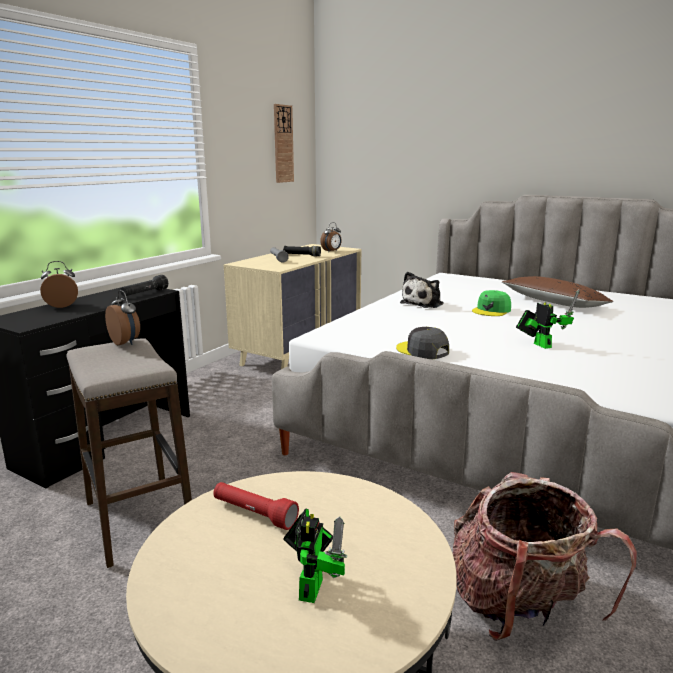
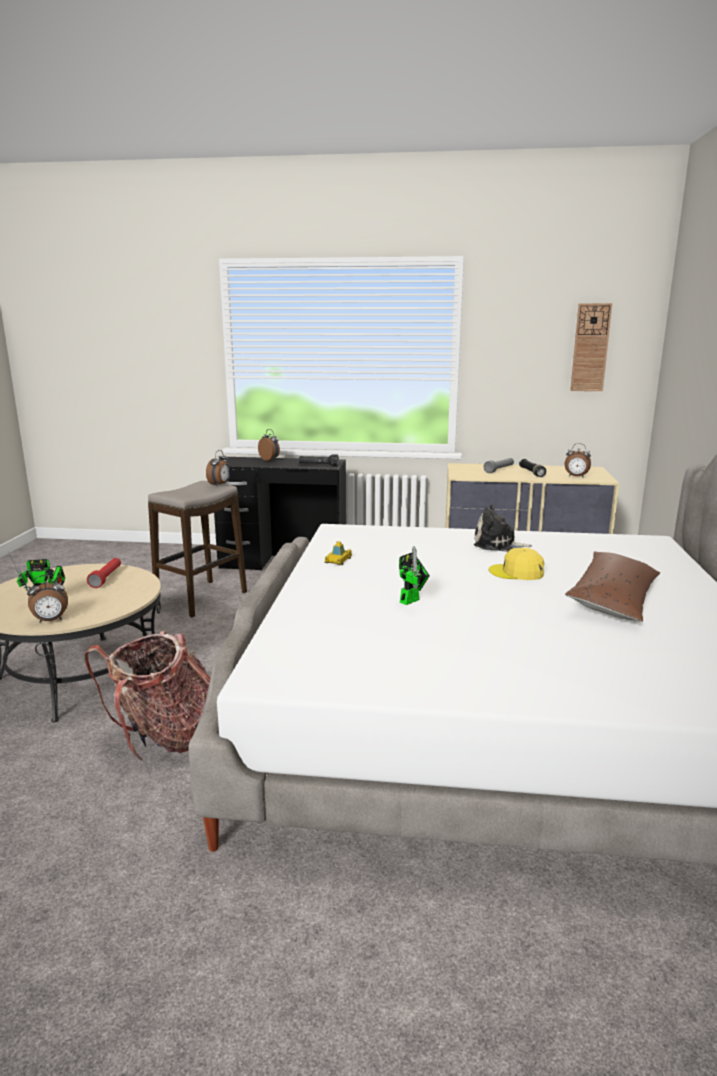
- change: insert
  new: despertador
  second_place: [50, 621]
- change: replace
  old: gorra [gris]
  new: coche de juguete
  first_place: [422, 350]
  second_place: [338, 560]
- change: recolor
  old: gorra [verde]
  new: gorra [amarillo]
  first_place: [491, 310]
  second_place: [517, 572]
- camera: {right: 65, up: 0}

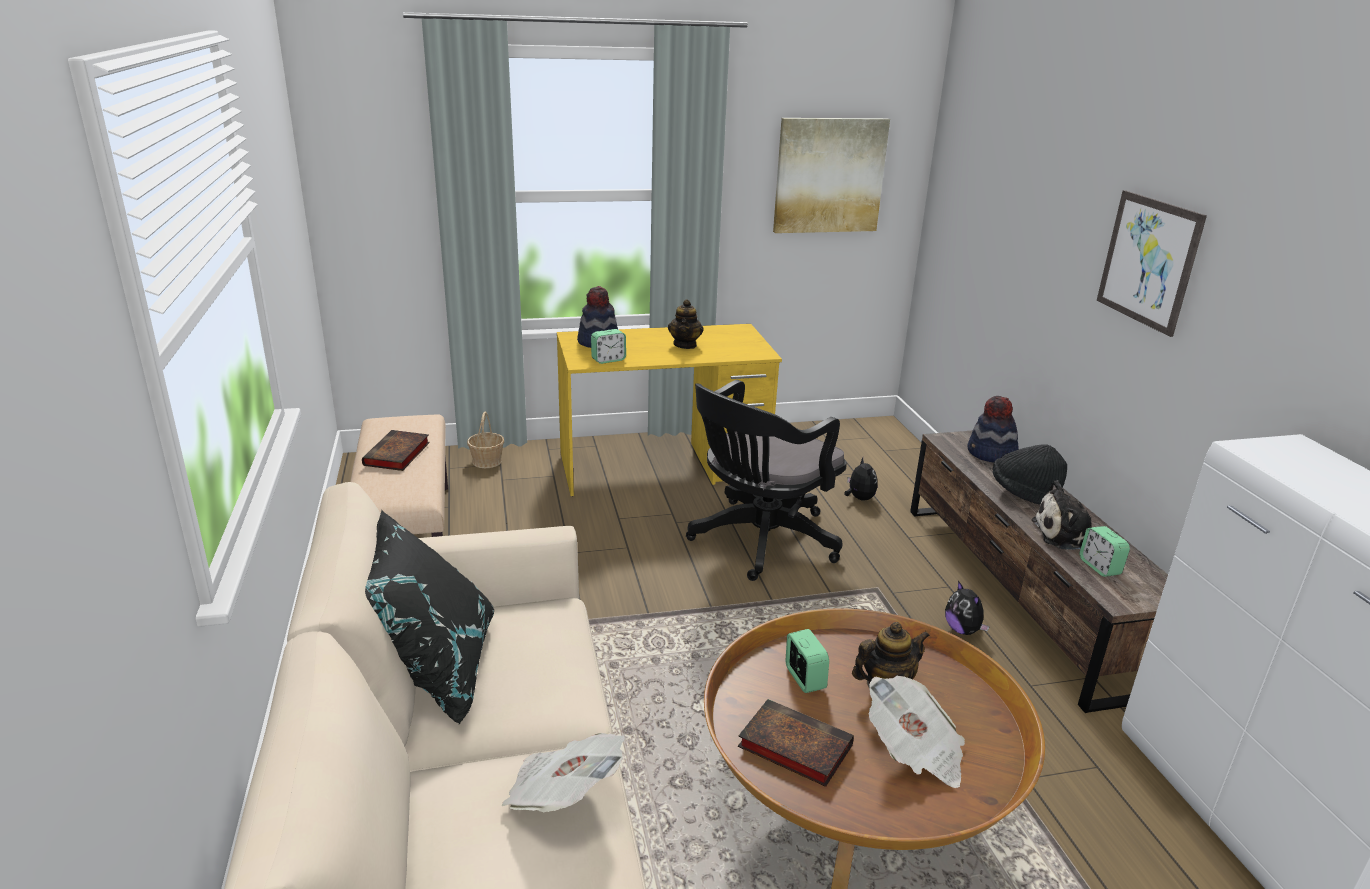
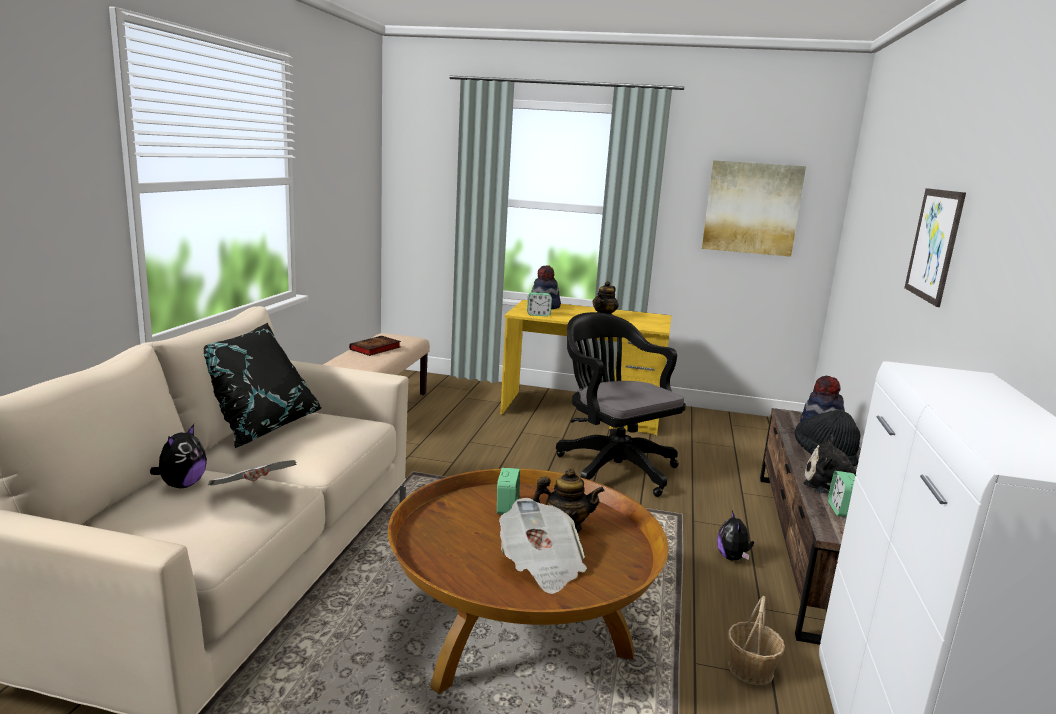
- change: move
  old: peluche
  first_place: [859, 498]
  second_place: [182, 485]
- change: rotate
  old: silla de oficina [negro]
  first_place: [758, 542]
  second_place: [612, 467]
  degrees: 75
- change: move
  old: cesta
  first_place: [487, 461]
  second_place: [751, 669]
- change: delete
  old: libro
  first_place: [792, 746]
- camera: {right: 25, up: -10}

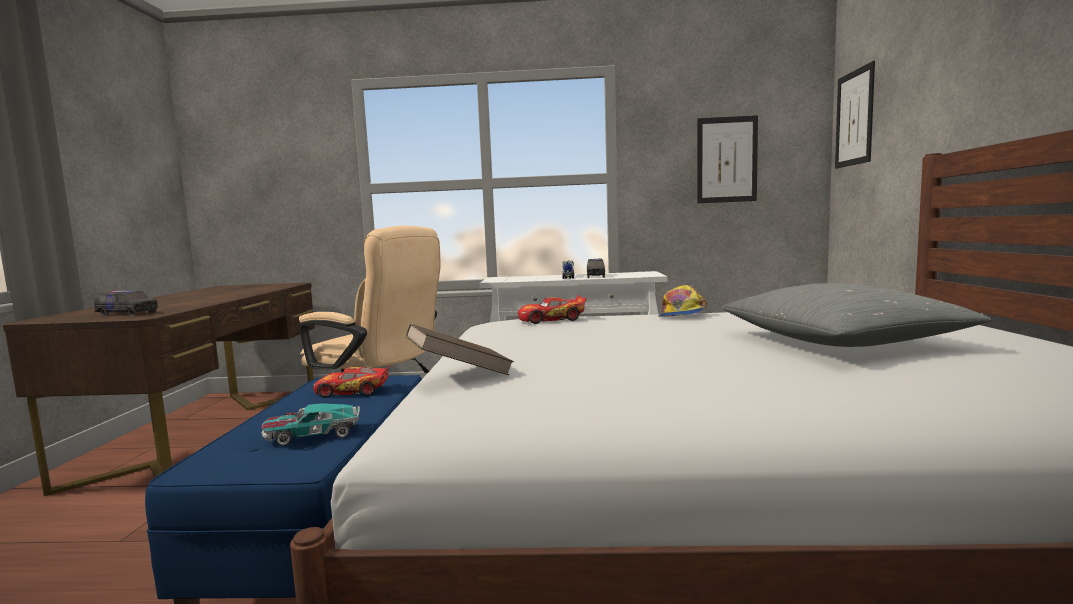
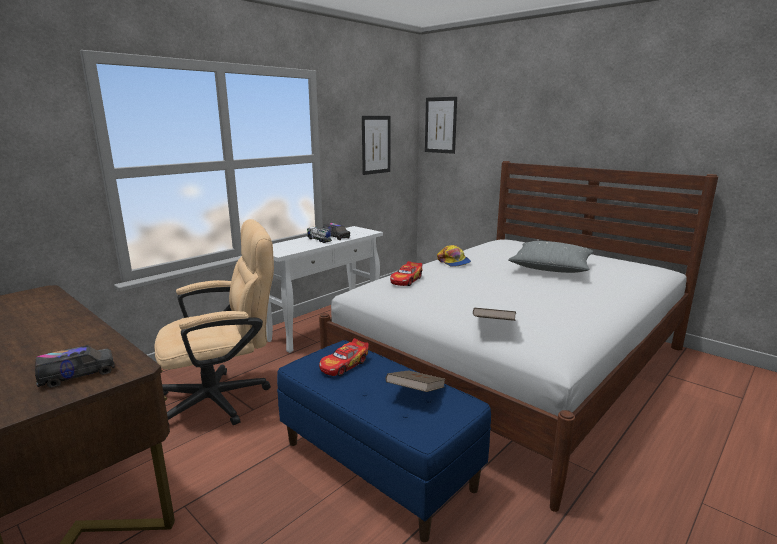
- change: replace
  old: coche de juguete
  new: libro [marrón]
  first_place: [313, 435]
  second_place: [416, 393]
- camera: {right: -50, up: 10}

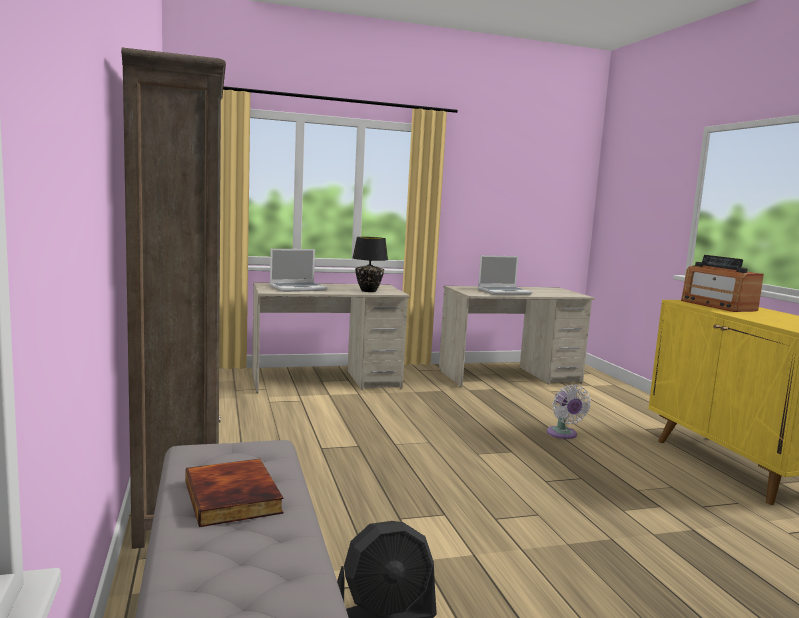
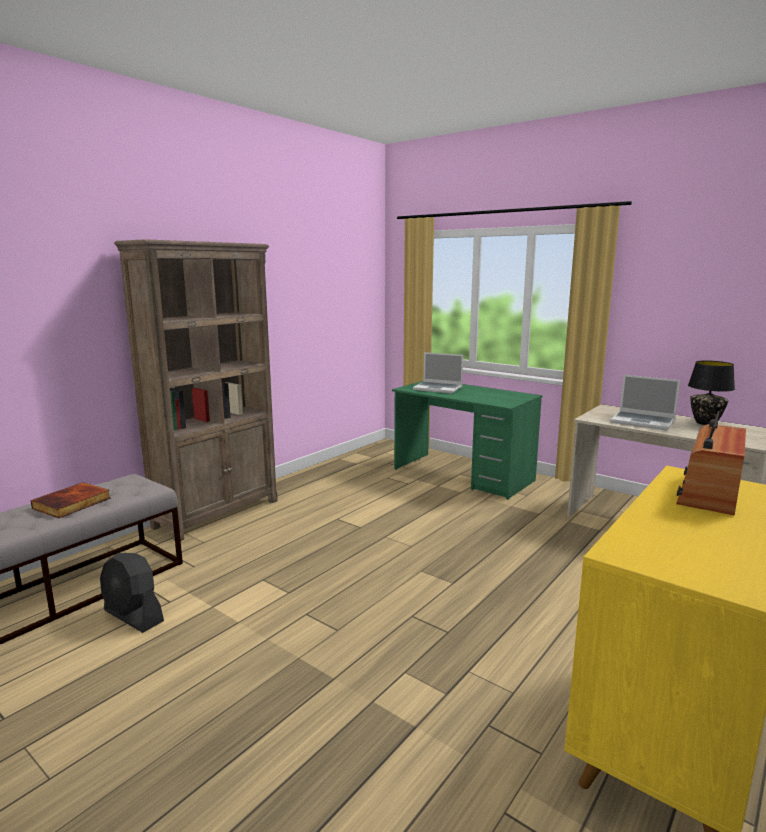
- change: recolor
  old: escritorio [beis]
  new: escritorio [verde]
  first_place: [326, 381]
  second_place: [463, 475]
- change: move
  old: lámpara de mesa [negro]
  first_place: [369, 291]
  second_place: [705, 423]
- change: delete
  old: ventilador [blanco]
  first_place: [563, 434]
- camera: {right: 55, up: 5}

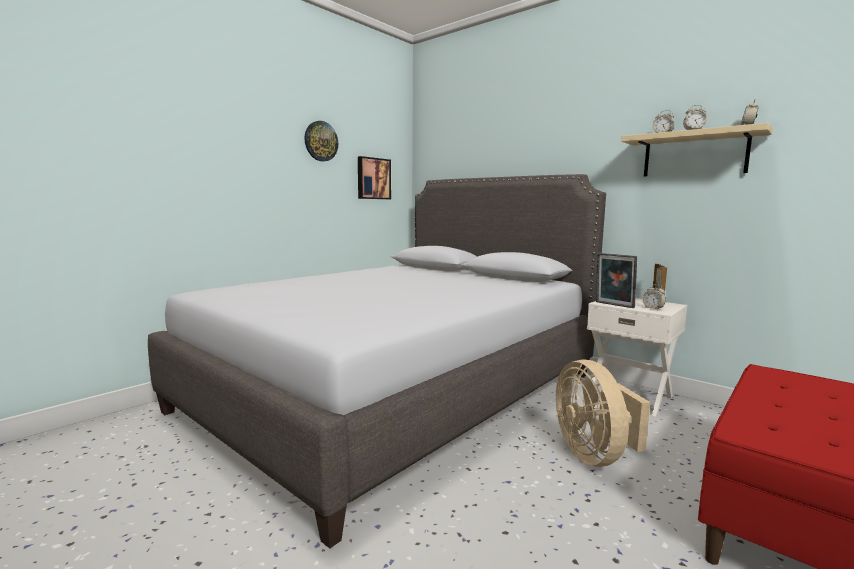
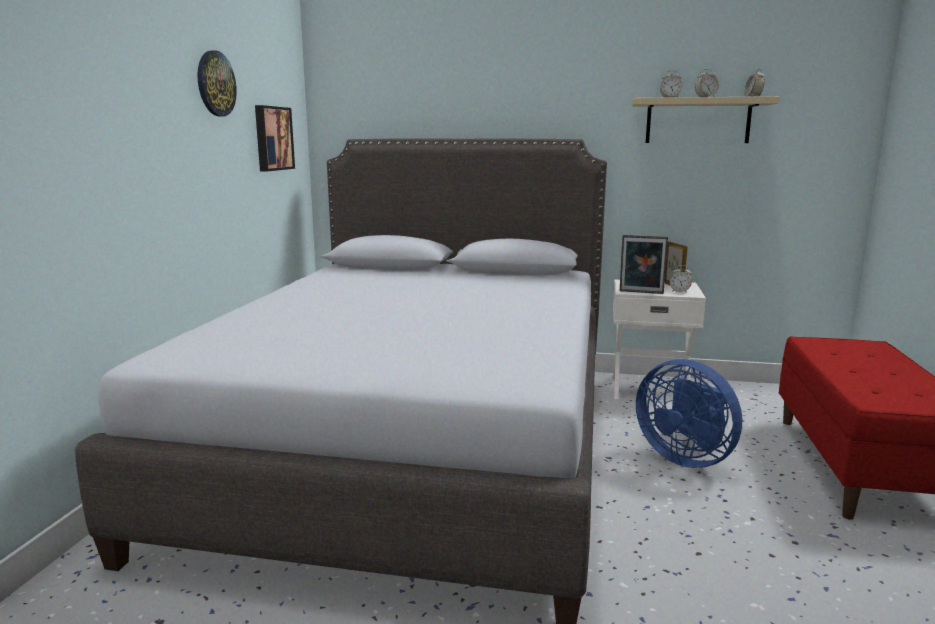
- change: recolor
  old: ventilador [beis]
  new: ventilador [azul]
  first_place: [594, 455]
  second_place: [685, 457]
- camera: {right: -30, up: 5}

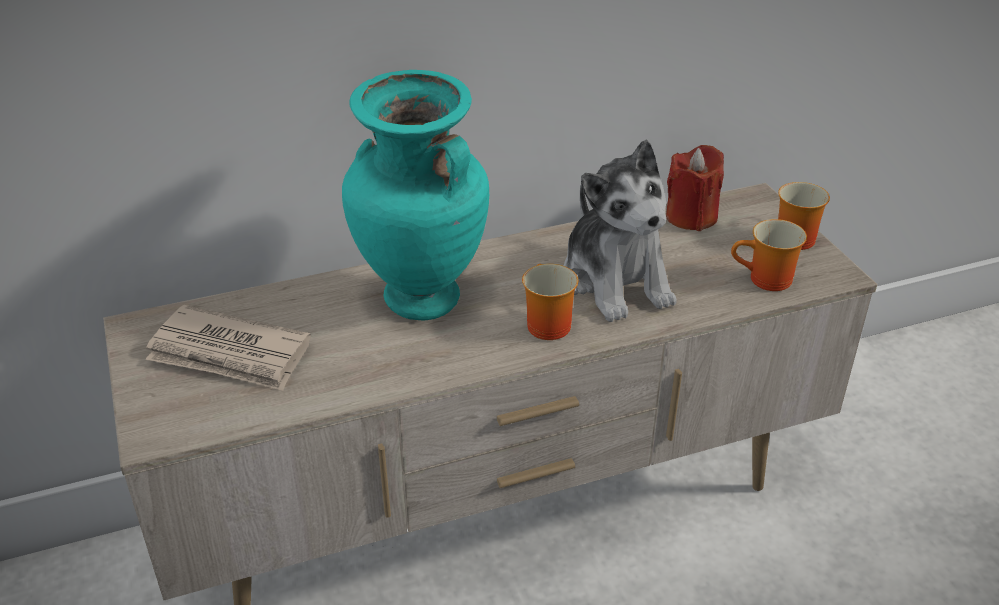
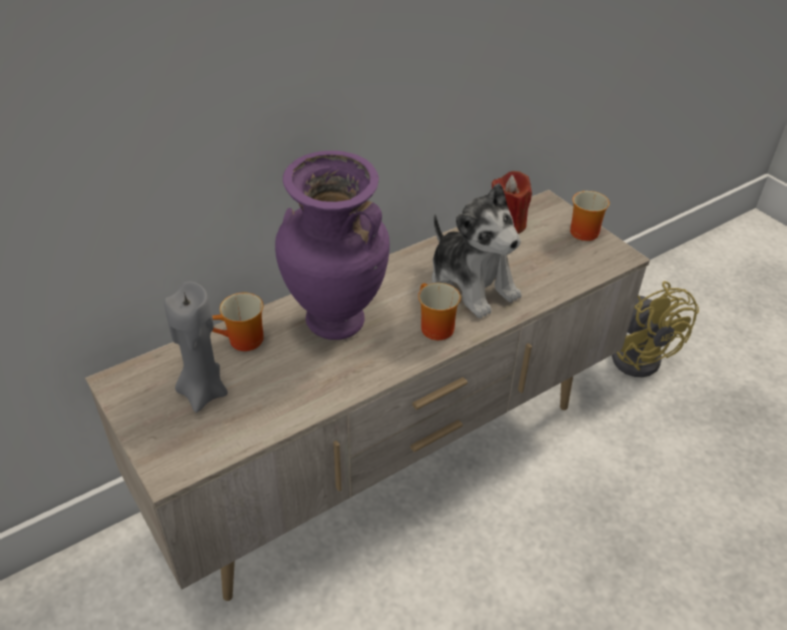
- change: replace
  old: periódico
  new: vela [gris]
  first_place: [230, 354]
  second_place: [203, 392]
- change: move
  old: taza grande
  first_place: [766, 281]
  second_place: [242, 342]
- change: recolor
  old: florero [turquesa]
  new: florero [morado]
  first_place: [420, 301]
  second_place: [335, 323]
- change: insert
  new: ventilador [amarillo]
  second_place: [638, 354]
- camera: {right: -15, up: 5}

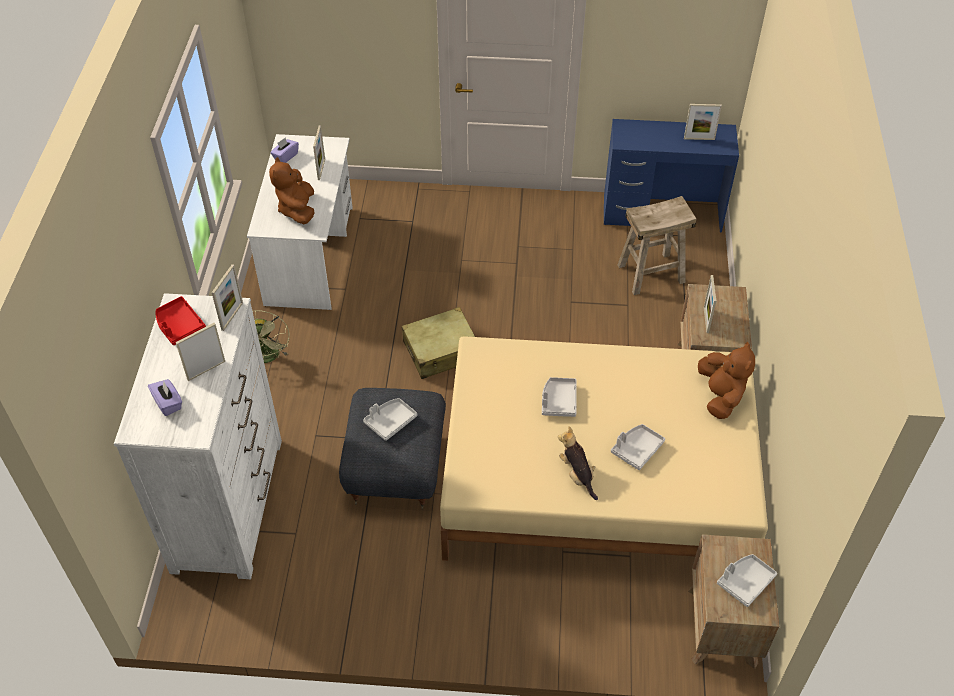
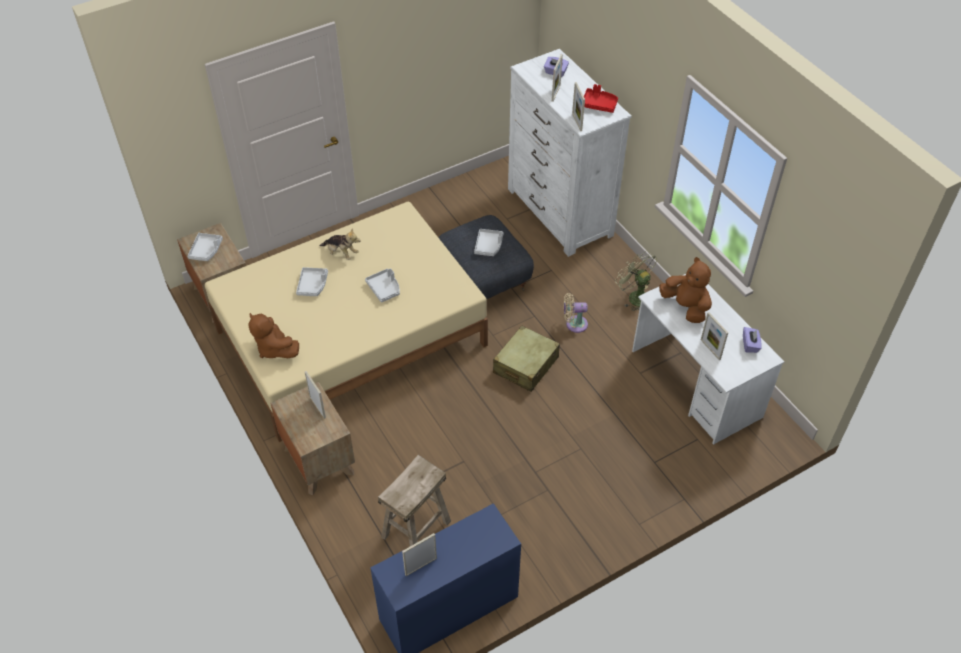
- change: insert
  new: ventilador [beis]
  second_place: [574, 324]
- camera: {right: 145, up: 0}

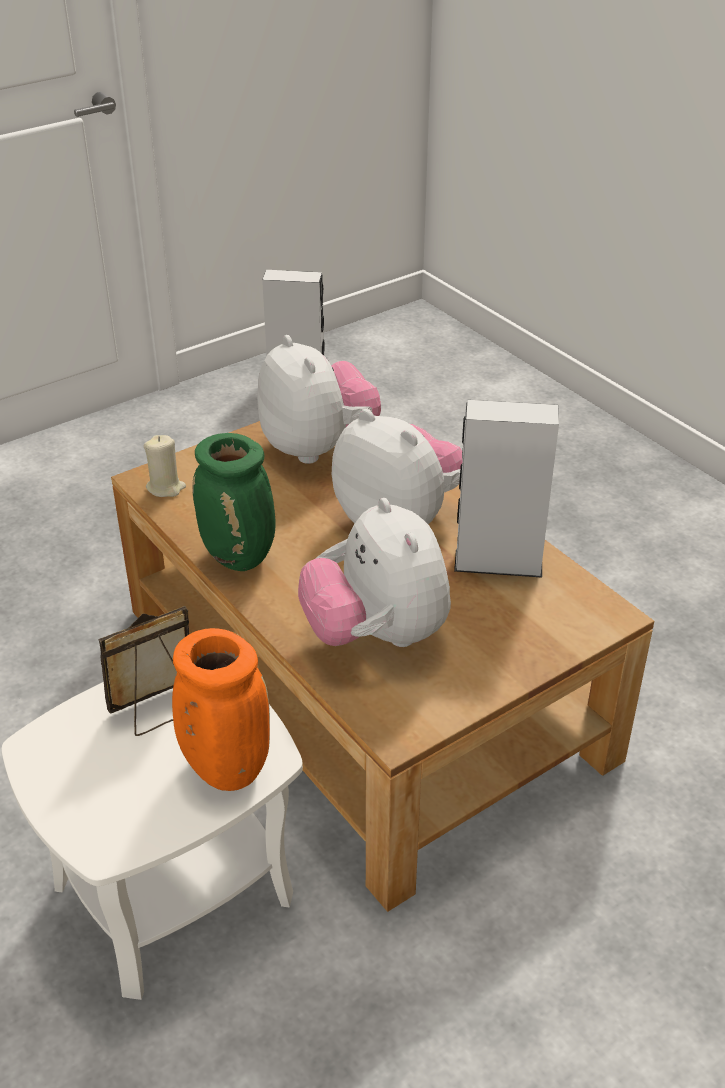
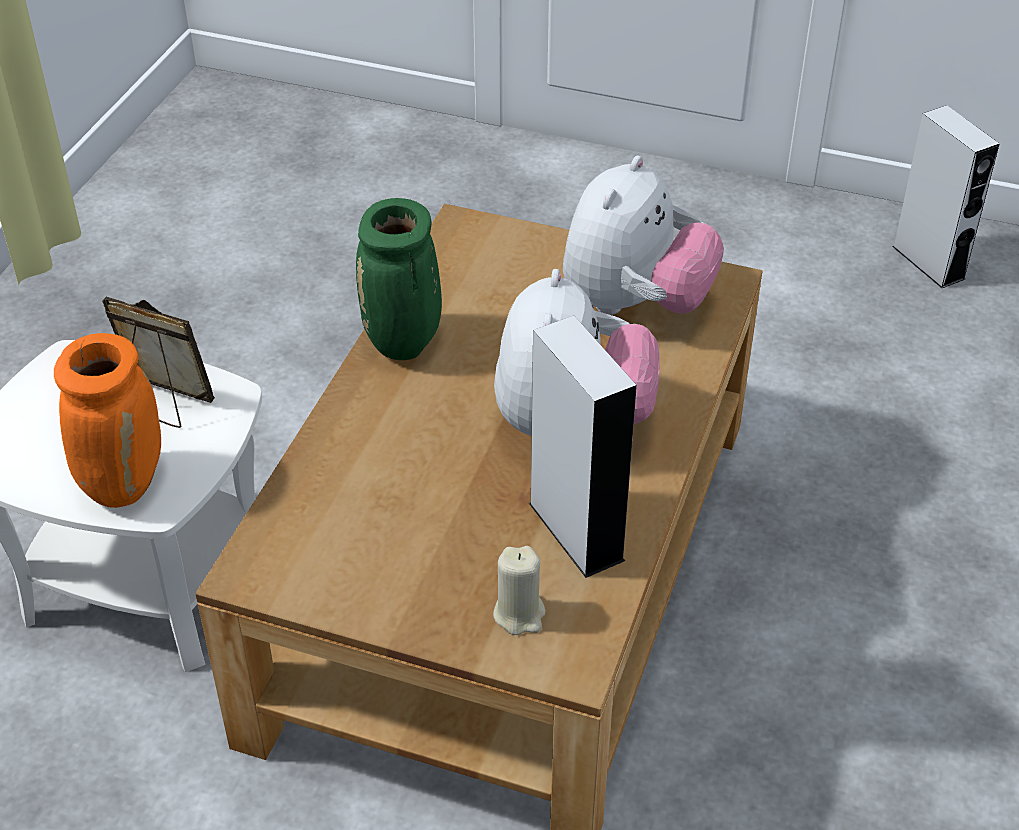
- change: move
  old: vela [beis]
  first_place: [166, 488]
  second_place: [519, 614]
- change: delete
  old: peluche
  first_place: [376, 635]
- camera: {right: 55, up: 5}

